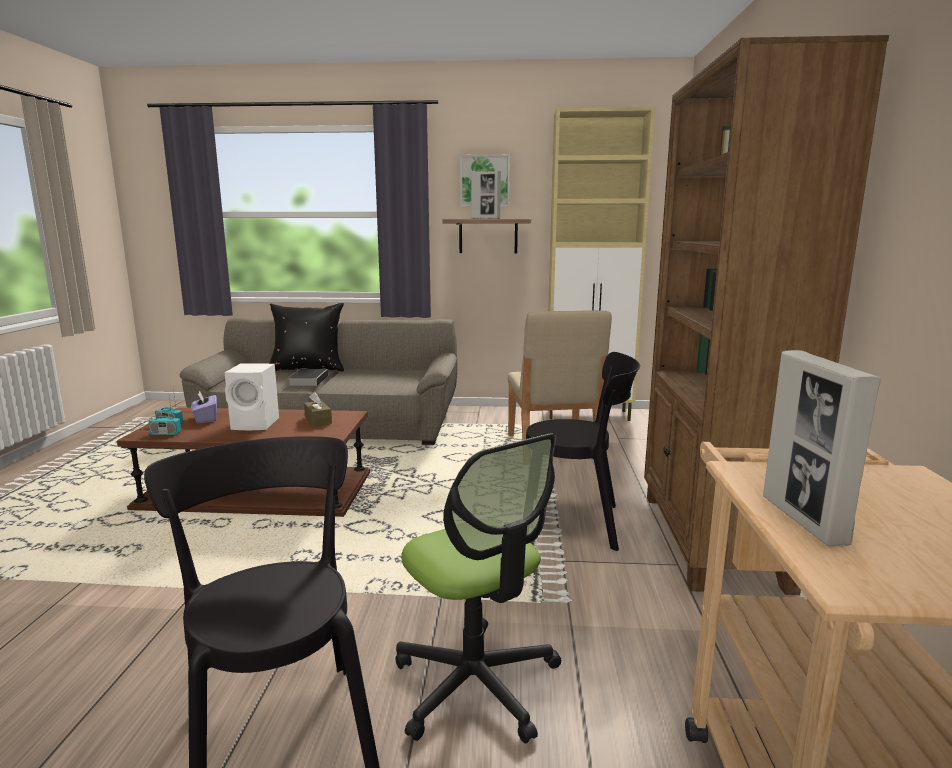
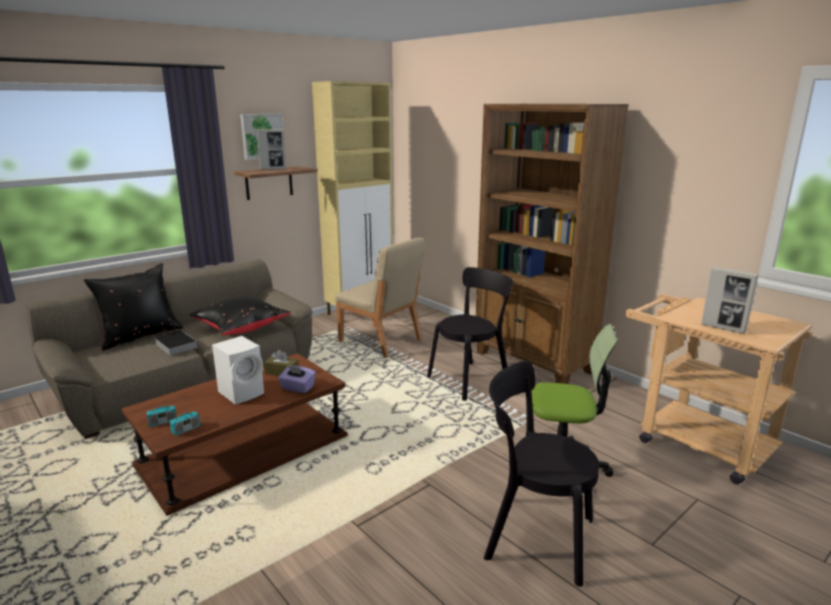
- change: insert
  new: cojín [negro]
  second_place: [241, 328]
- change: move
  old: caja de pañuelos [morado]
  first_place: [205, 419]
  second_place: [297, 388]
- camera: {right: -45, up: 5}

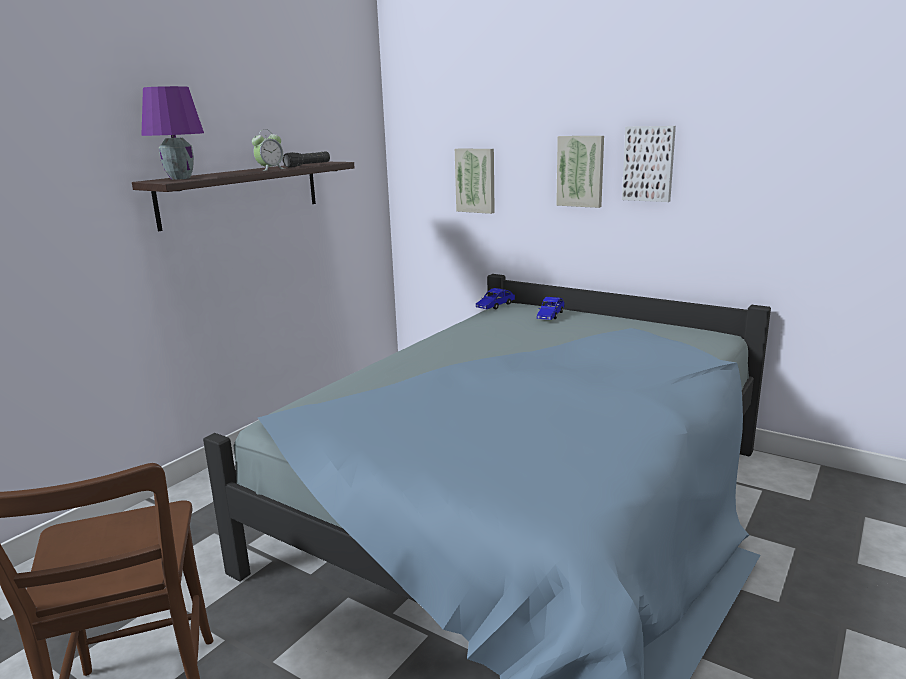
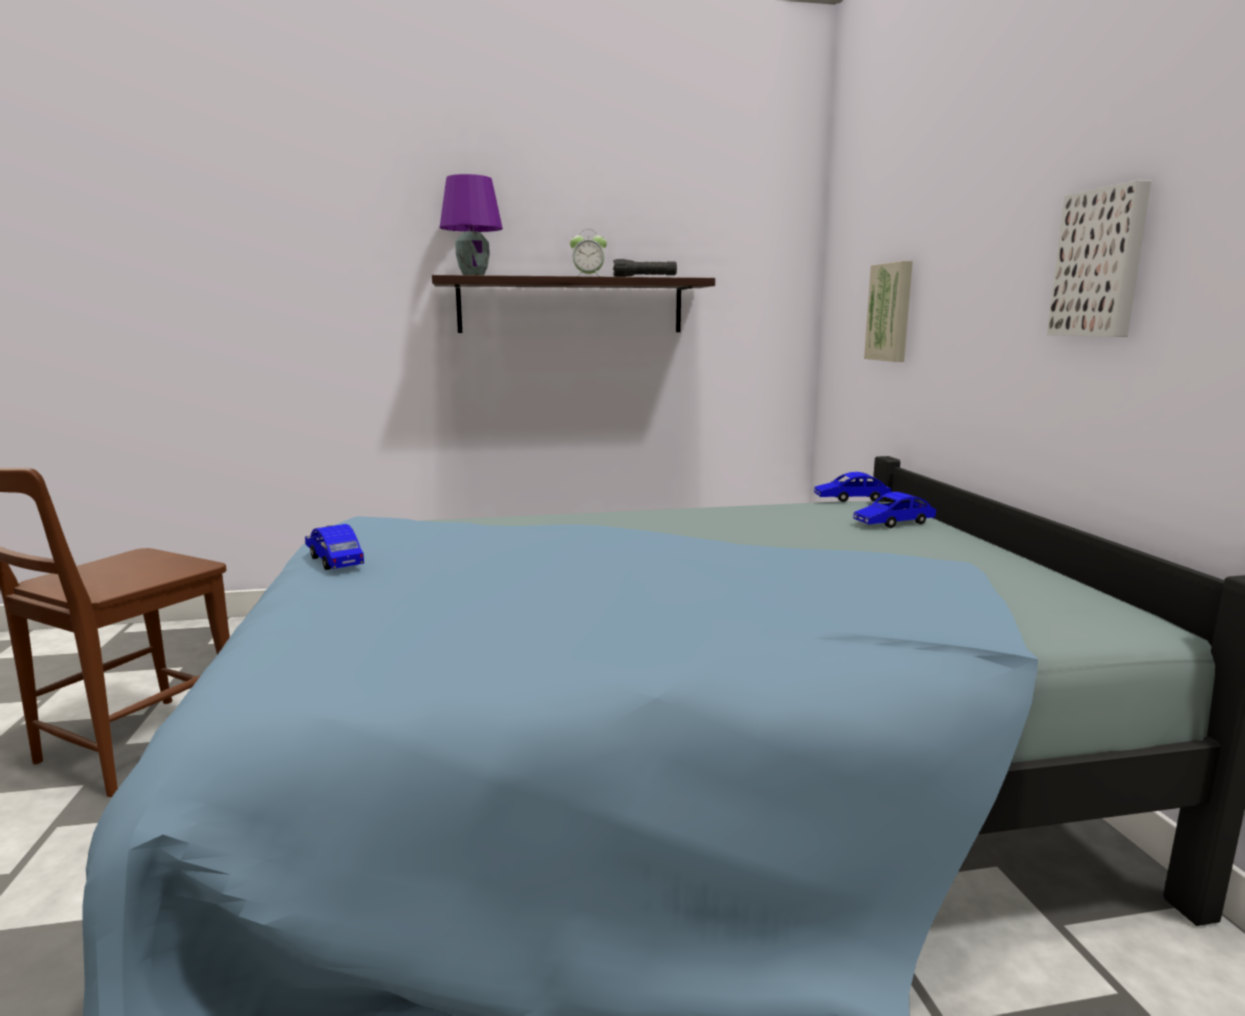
- change: insert
  new: coche de juguete [azul]
  second_place: [334, 560]
- change: delete
  old: cuadro
  first_place: [580, 171]
- camera: {right: 45, up: -5}

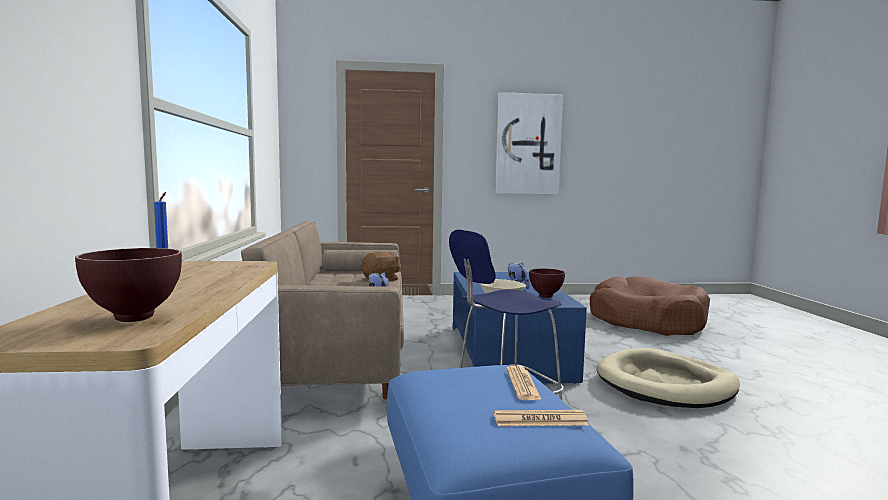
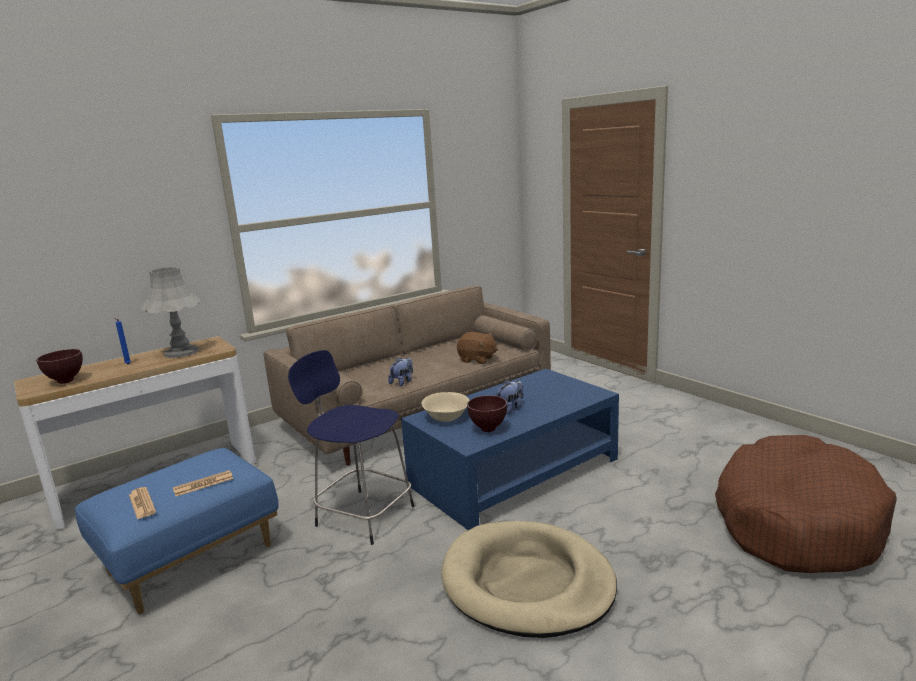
- change: insert
  new: lámpara de mesa [gris]
  second_place: [181, 352]
- change: delete
  old: cuadro
  first_place: [528, 144]
- camera: {right: 60, up: 10}

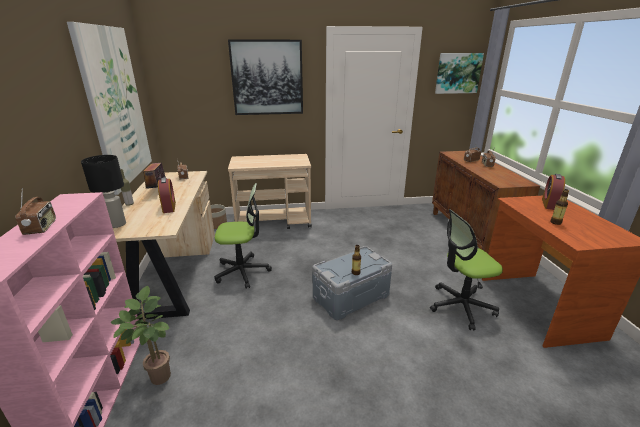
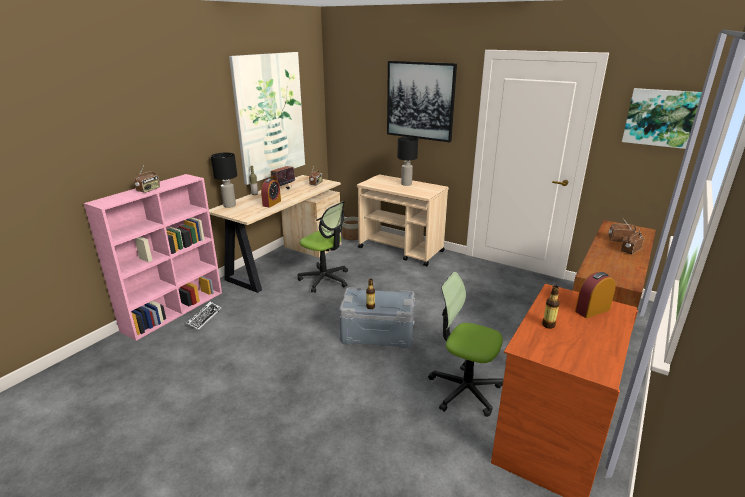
- change: replace
  old: planta en maceta
  new: teclado
  first_place: [157, 376]
  second_place: [204, 318]
- change: insert
  new: lámpara de mesa [negro]
  second_place: [406, 184]
- camera: {right: 40, up: 0}

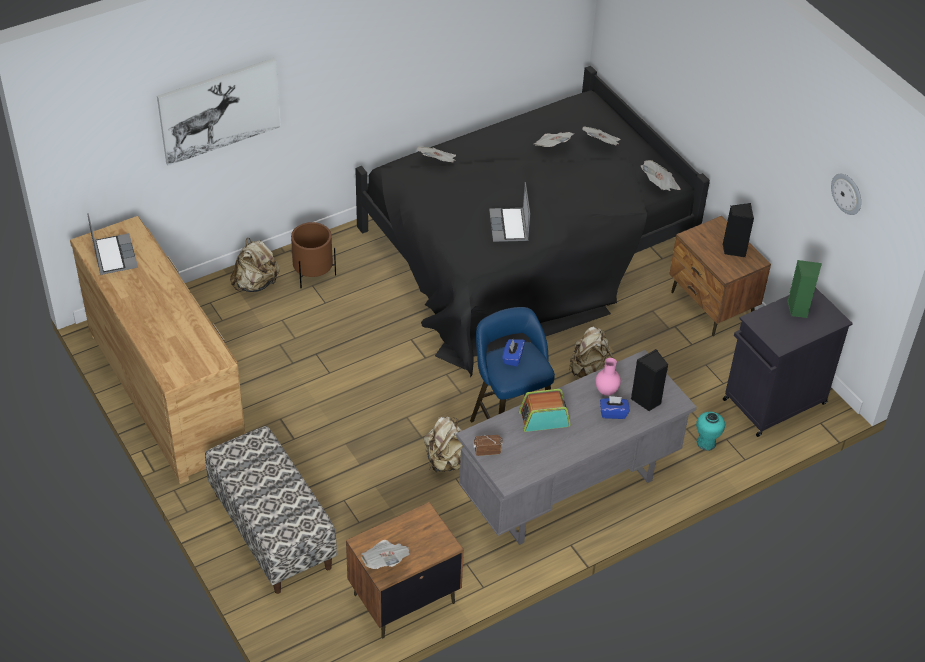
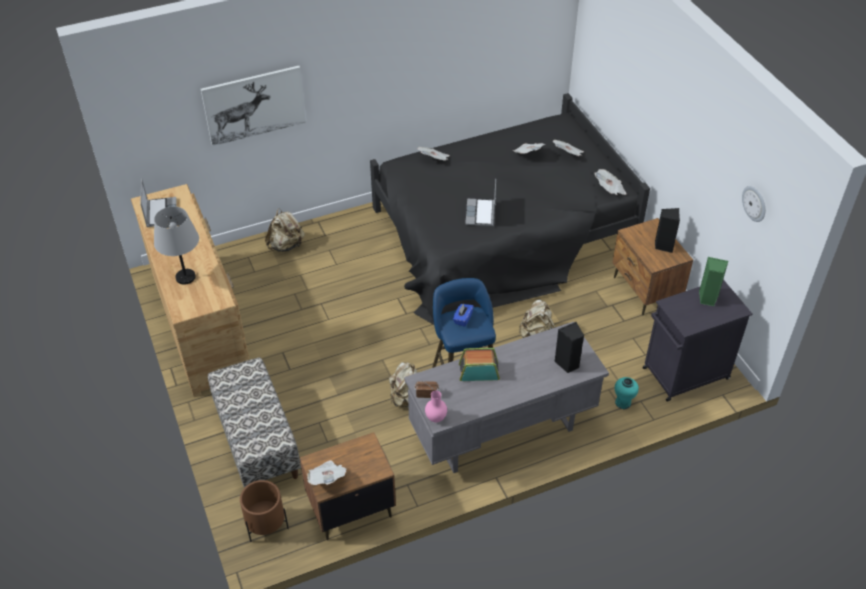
- change: insert
  new: lámpara de mesa [gris]
  second_place: [185, 277]
- change: move
  old: maceta [marrón]
  first_place: [313, 274]
  second_place: [266, 526]
- change: move
  old: florero [rosa]
  first_place: [606, 392]
  second_place: [435, 418]
- change: delete
  old: caja de pañuelos [azul]
  first_place: [613, 413]
- camera: {right: 10, up: 0}

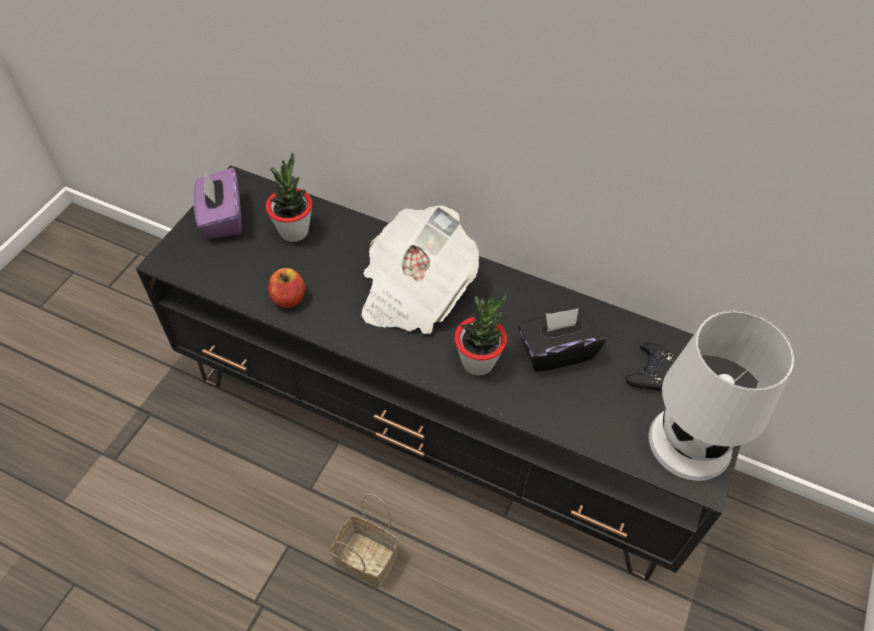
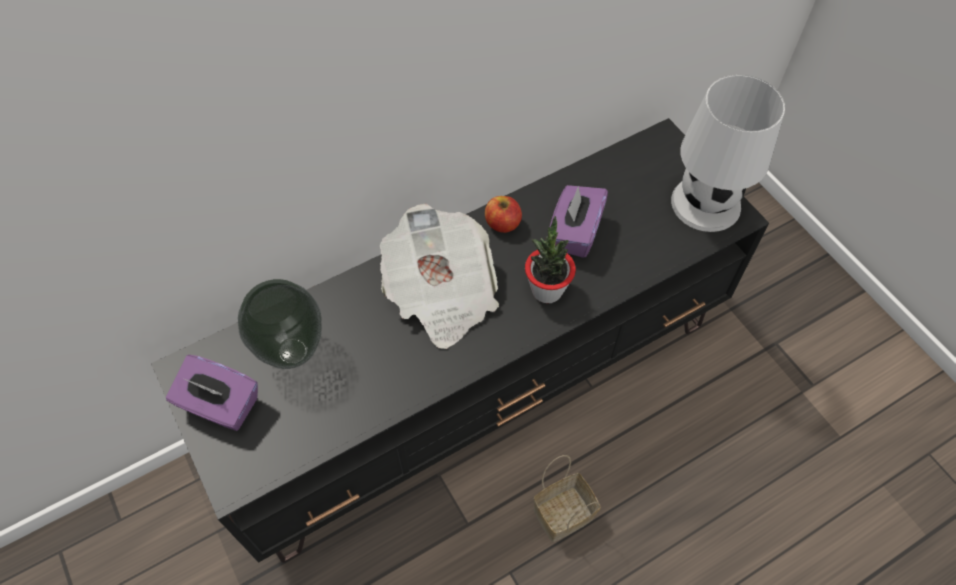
- change: replace
  old: planta en maceta
  new: florero
  first_place: [294, 231]
  second_place: [292, 350]
- change: move
  old: manzana
  first_place: [289, 298]
  second_place: [502, 223]
- change: recolor
  old: caja de pañuelos [negro]
  new: caja de pañuelos [morado]
  first_place: [556, 351]
  second_place: [574, 233]
- change: delete
  old: mando de consola [negro]
  first_place: [649, 371]
- camera: {right: -55, up: 5}

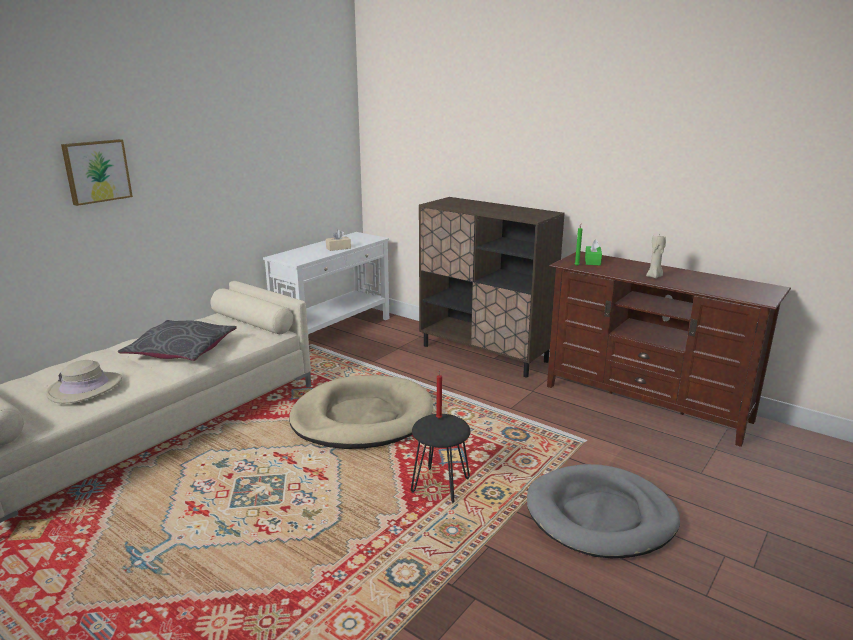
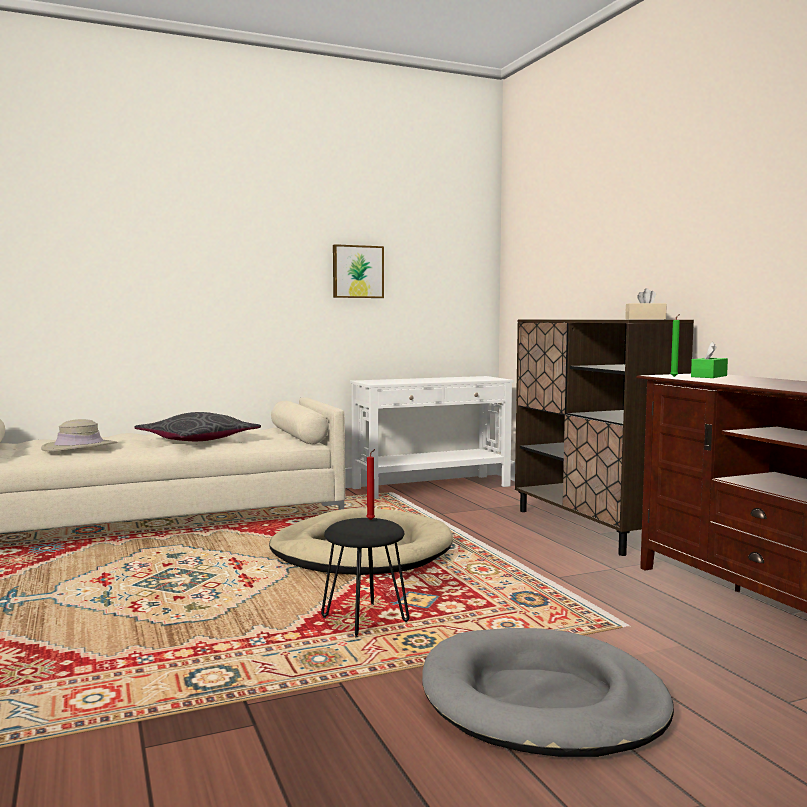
- change: move
  old: cuadro
  first_place: [96, 171]
  second_place: [357, 272]
- change: move
  old: caja de pañuelos [beis]
  first_place: [338, 248]
  second_place: [645, 319]
- change: delete
  old: vela [beis]
  first_place: [654, 276]
- camera: {right: 30, up: -15}

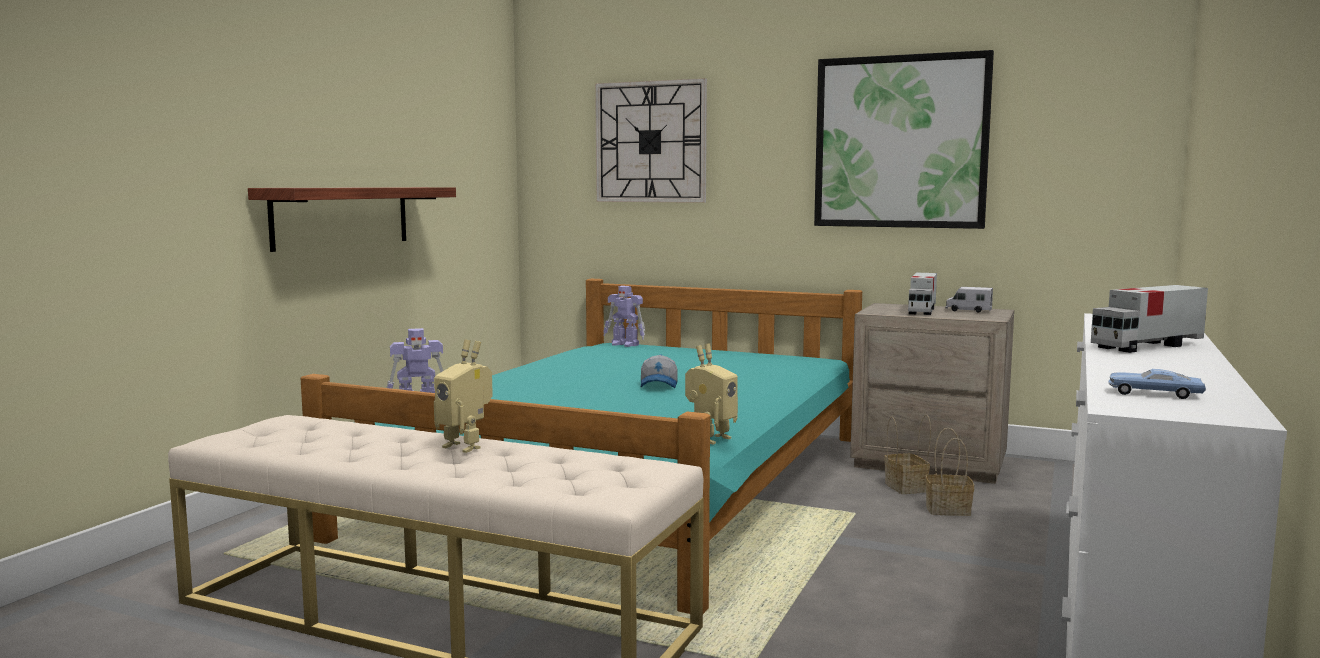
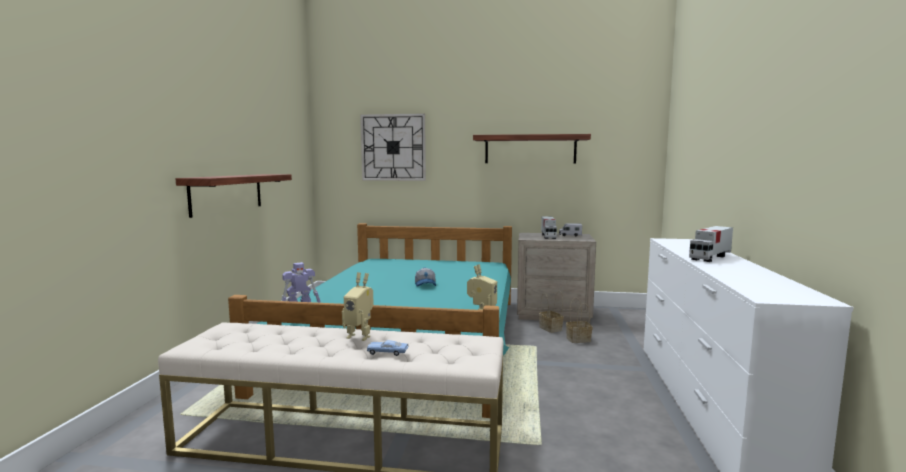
- change: move
  old: coche de juguete [azul]
  first_place: [1154, 394]
  second_place: [387, 352]
- change: replace
  old: cuadro
  new: estante
  first_place: [900, 142]
  second_place: [530, 149]
- change: delete
  old: robot de juguete
  first_place: [625, 344]
- camera: {right: -15, up: 0}

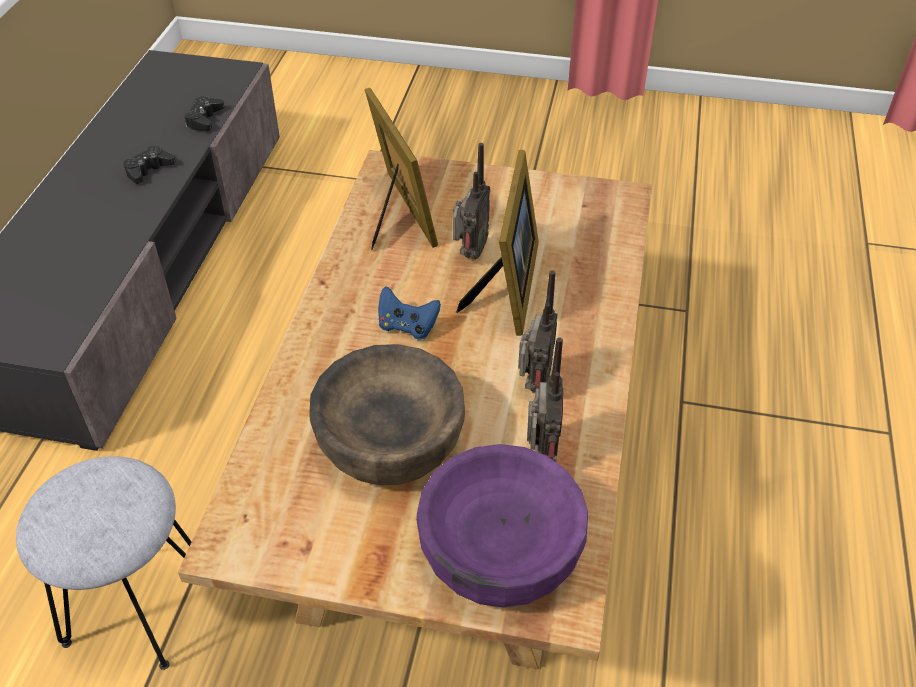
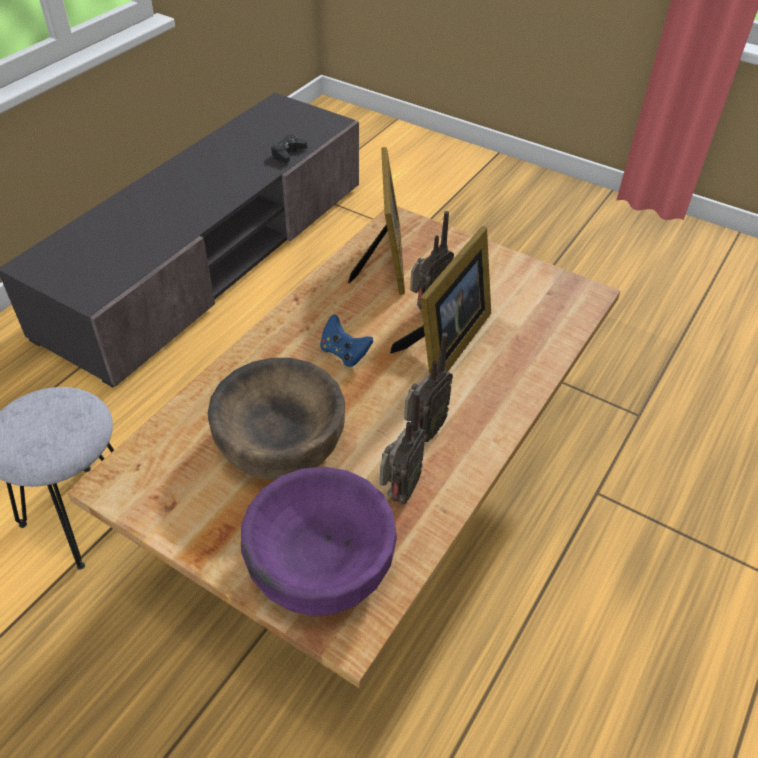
- change: delete
  old: mando de consola [negro]
  first_place: [148, 170]
- camera: {right: 20, up: 0}

